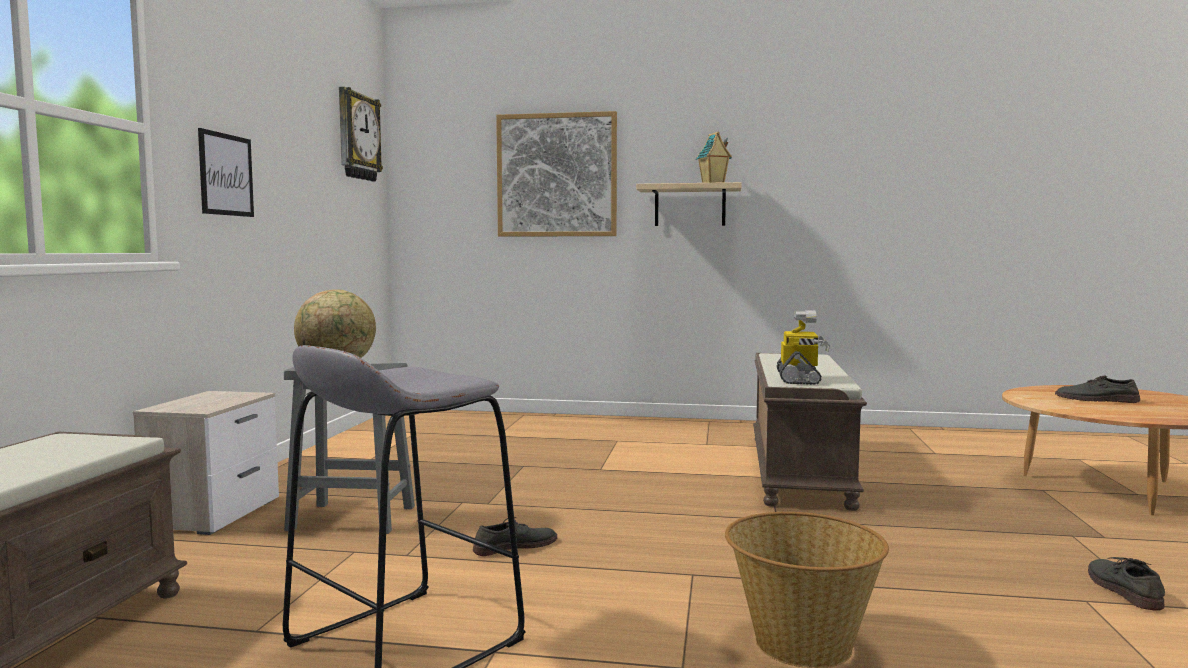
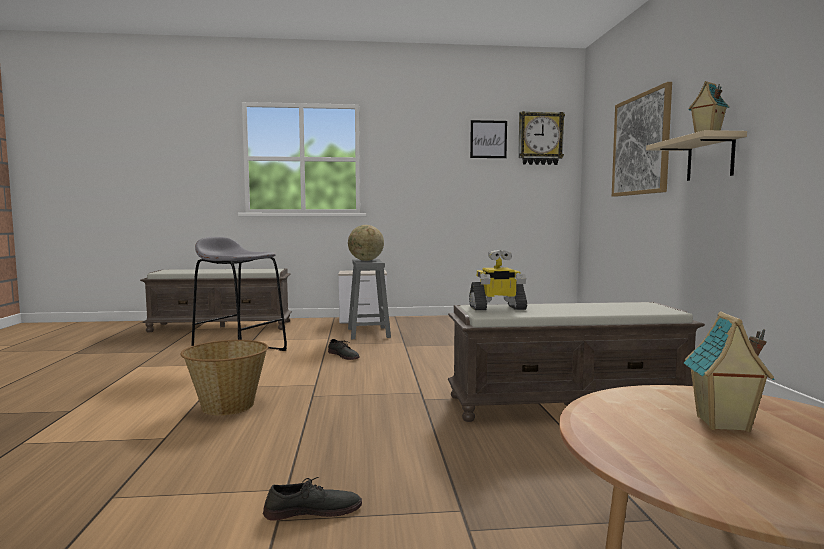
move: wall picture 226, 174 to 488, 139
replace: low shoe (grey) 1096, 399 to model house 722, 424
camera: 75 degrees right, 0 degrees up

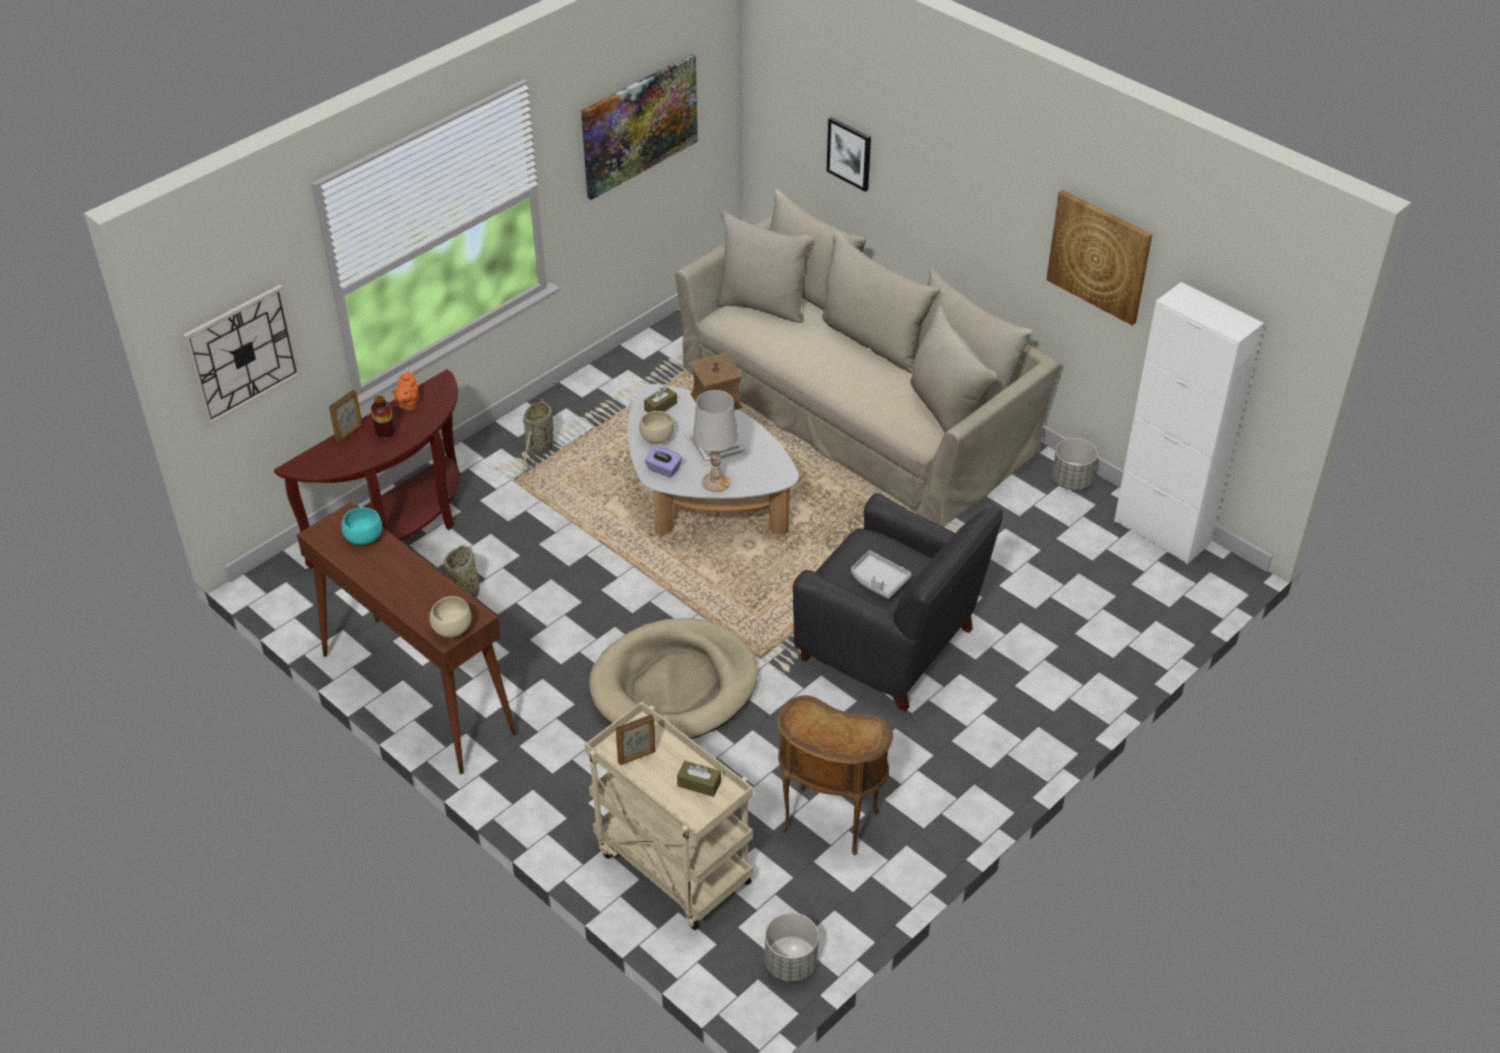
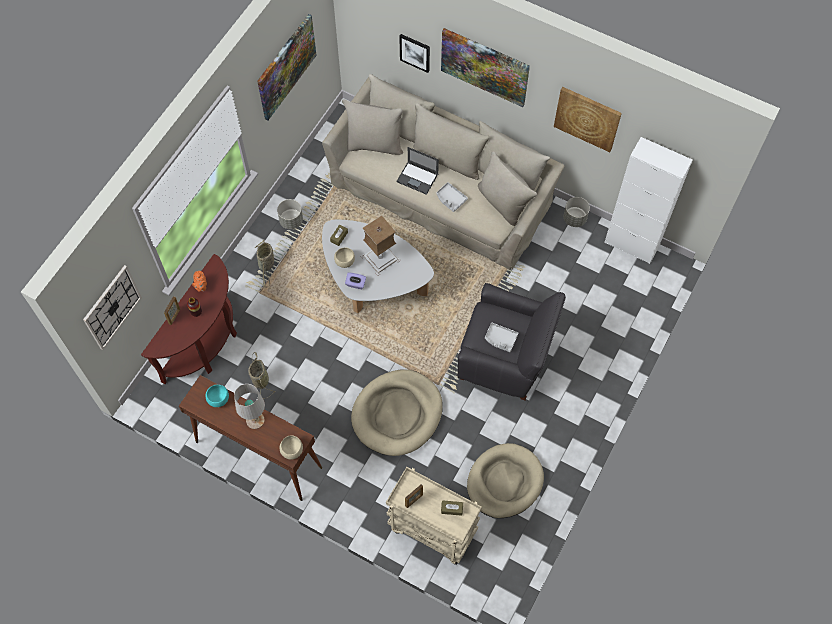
insert: notebook computer 418, 178; carrying tray (grey) 450, 199; wall picture 484, 66
move: lamp for a table (white) 715, 482 to 255, 420; planter (grey) 791, 963 to 291, 220
replace: end table (brown) 828, 823 to dog cushion (beige-coloured) 504, 482
camera: 15 degrees left, 20 degrees up

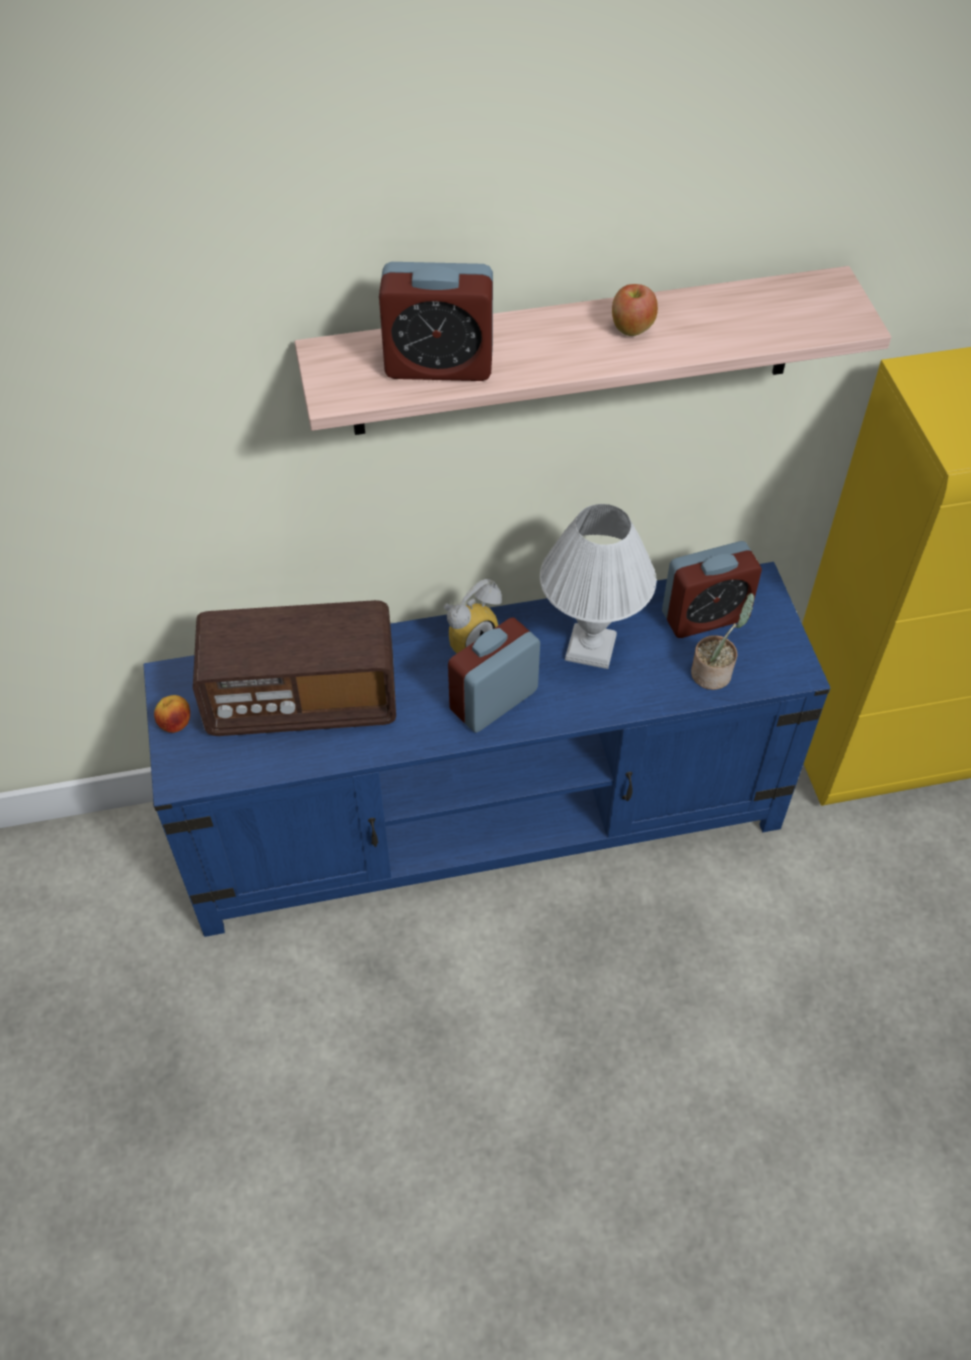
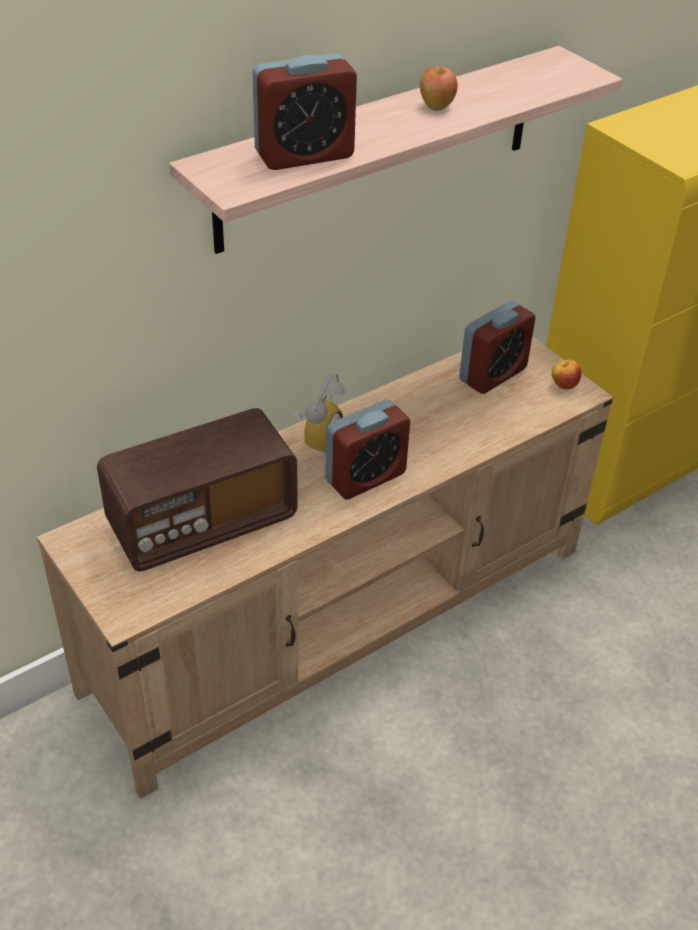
delete: lamp for a table (white) 589, 648; potted plant 714, 673
move: whole apple 175, 724 to 564, 386
recolor: media console (bluish) 487, 818 to media console (beige-coloured) 342, 618
rotate: alarm clock 493, 700 = 365, 477 150 degrees counterclockwise
camera: 25 degrees left, 10 degrees down

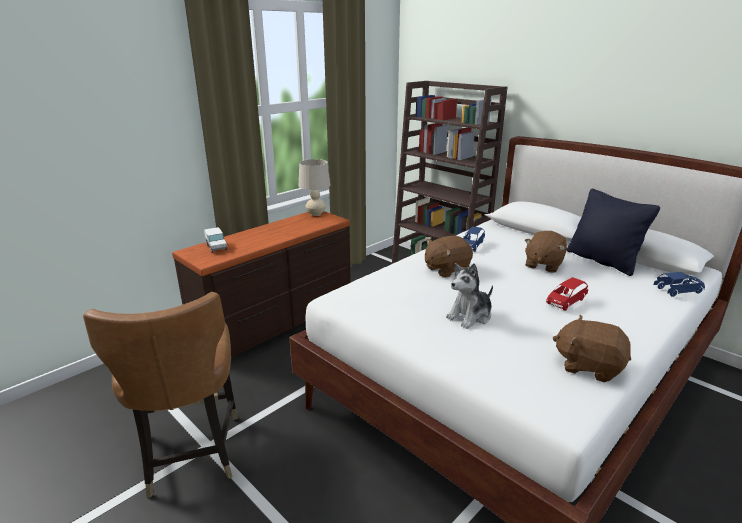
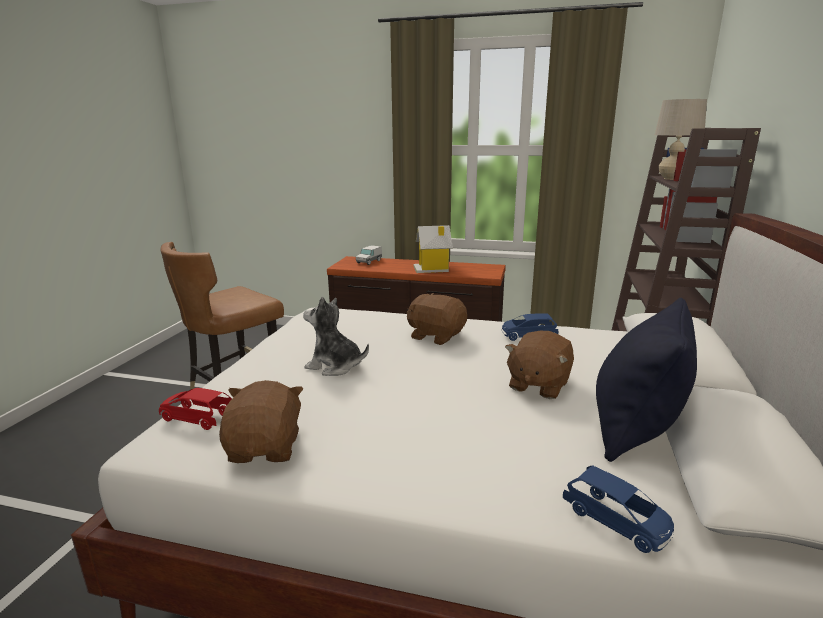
insert: model house 432, 269
move: toy car (red-coloured) 565, 301 to 197, 418; lamp for a table (beige-coloured) 315, 214 to 671, 179
rotate: plush toy (brown) 543, 265 = 538, 385 60 degrees counterclockwise
camera: 60 degrees right, 5 degrees down

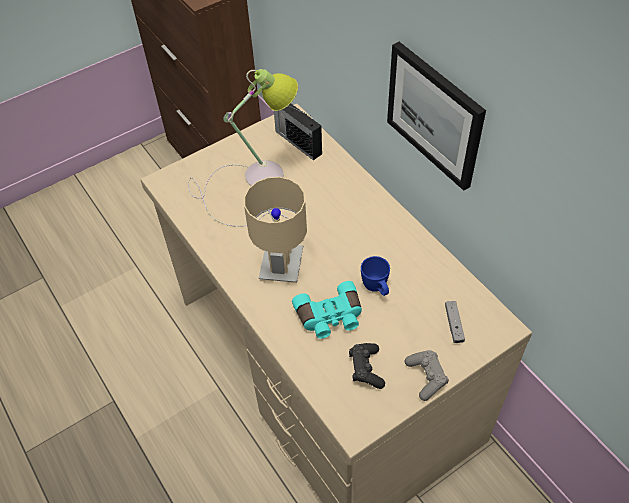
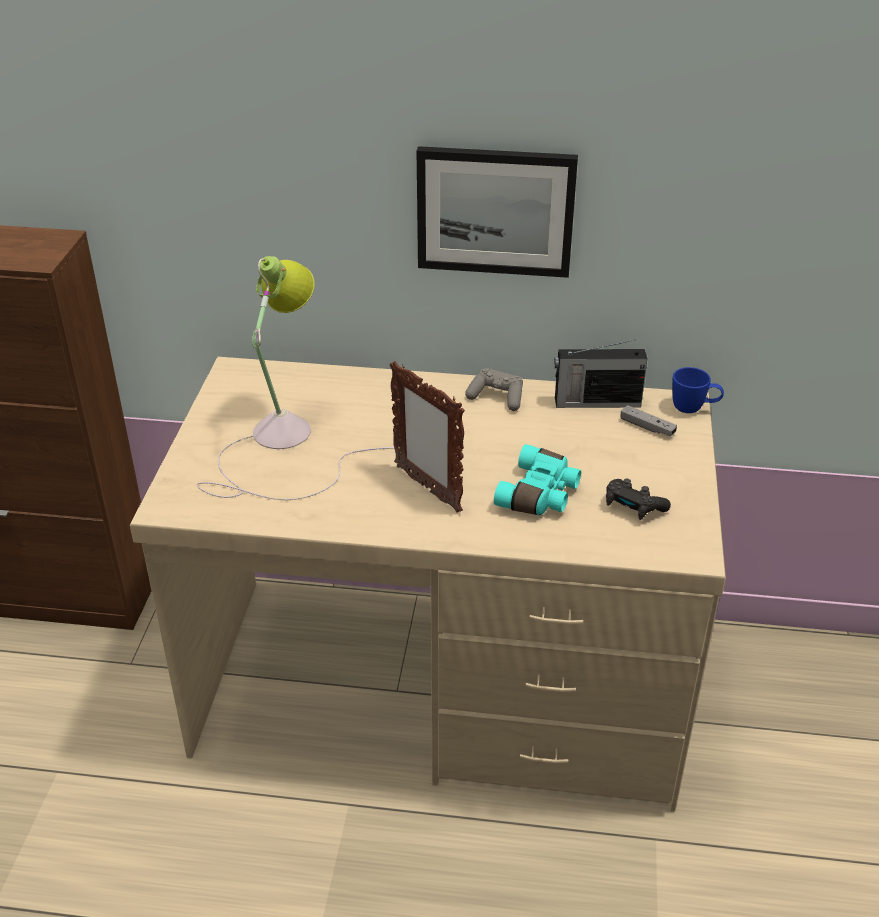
move: gamepad (grey) 426, 377 to 497, 397; radio set 298, 142 to 595, 402; mug (bluish) 376, 289 to 694, 409
replace: lamp for a table (beige-coloured) 282, 265 to photo frame 427, 488
camera: 50 degrees left, 15 degrees down

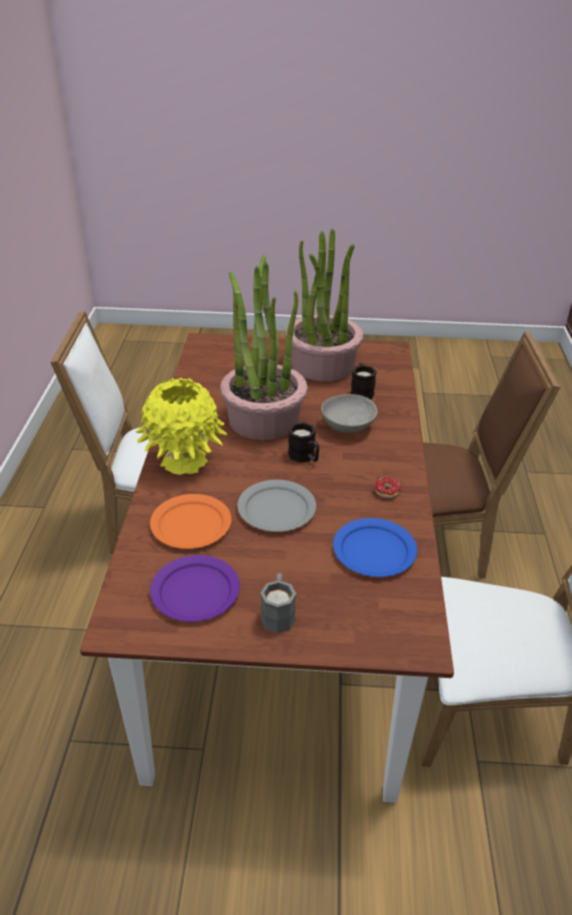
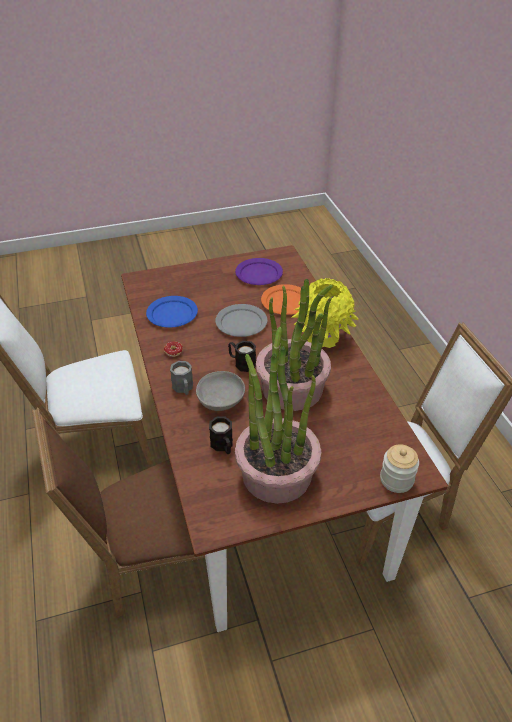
insert: jar 396, 479
move: mug (grey) 278, 613 to 183, 388
camera: 160 degrees right, 5 degrees up

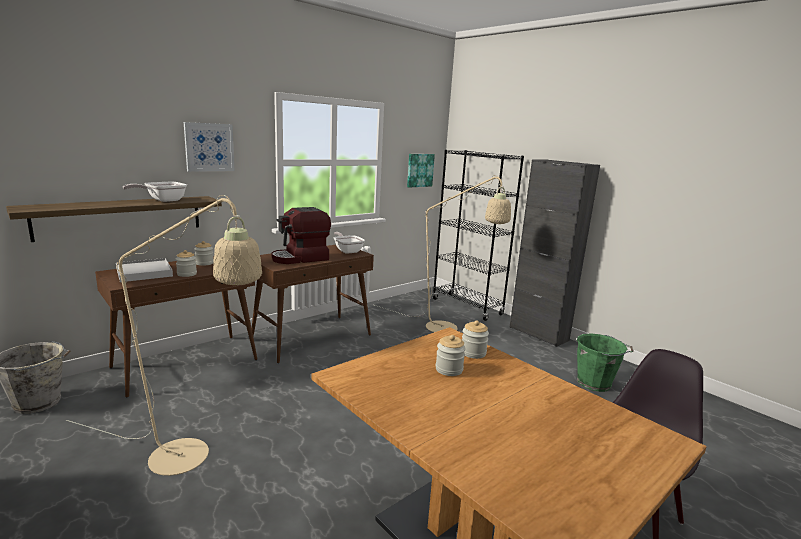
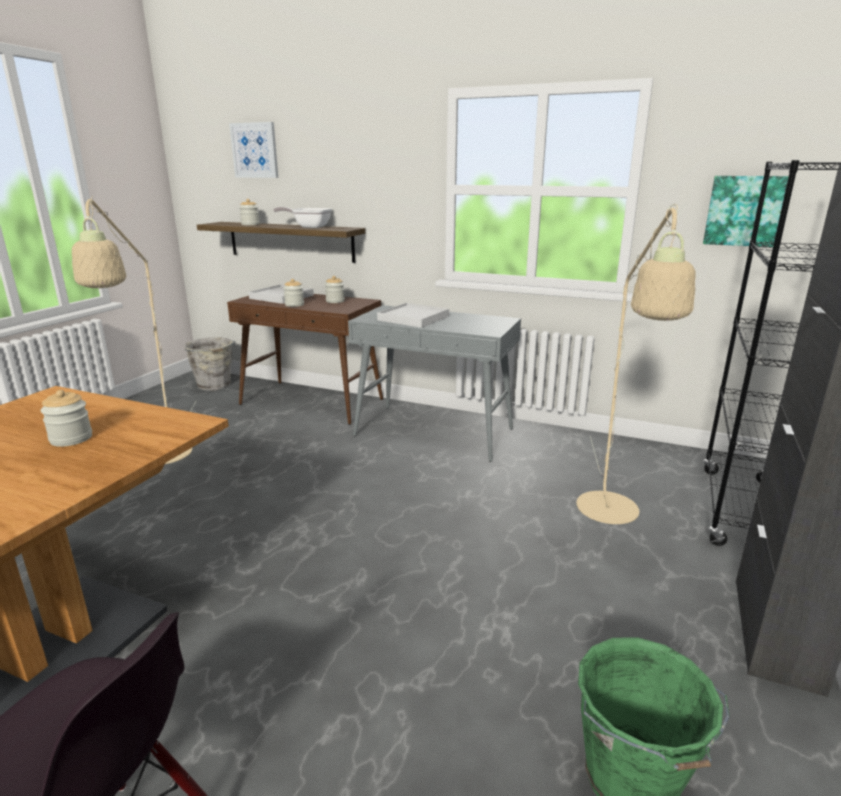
delete: skillet 347, 251
move: wall picture 209, 147 to 255, 150; jar 473, 353 to 250, 224
replace: coffee brewer 301, 258 to carrying tray (white) 413, 318
recolor: narrow table (brown) 312, 337 to narrow table (grey) 435, 432
camera: 65 degrees right, 5 degrees up

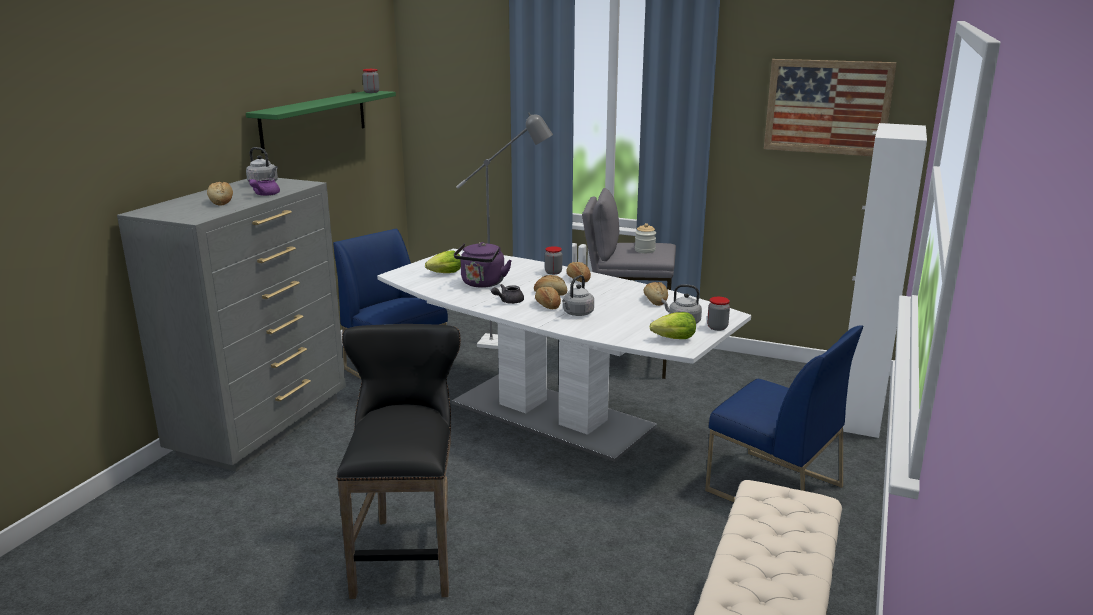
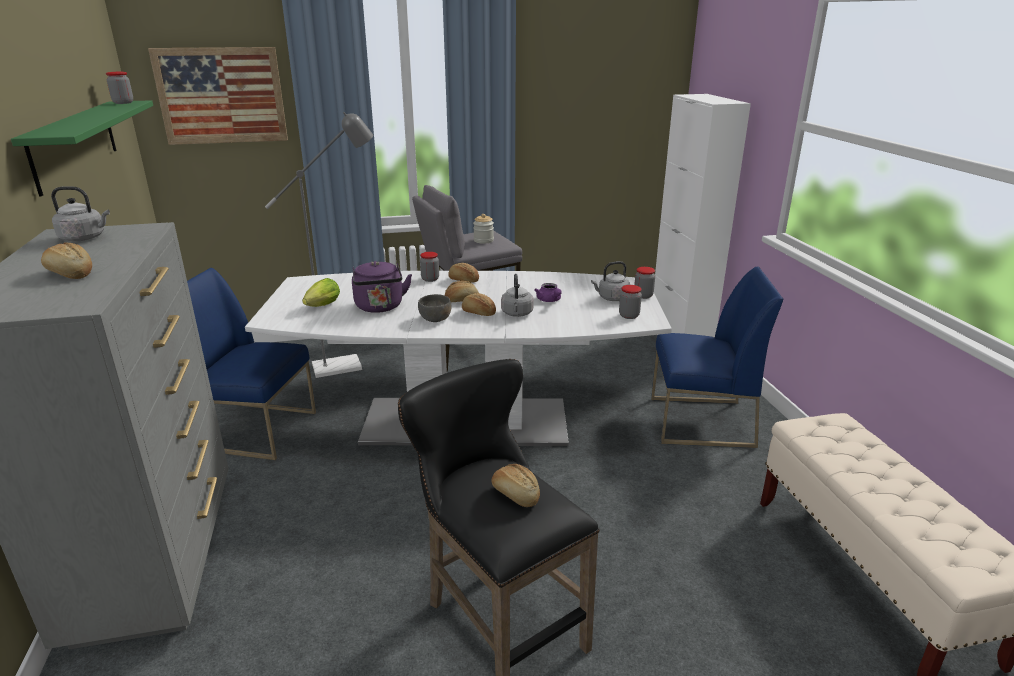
move: wall picture 827, 107 to 221, 96; bakery bread 655, 300 to 515, 494; teapot (purple-coloured) 264, 195 to 549, 300
replace: teapot (grey) 508, 301 to bowl (grey) 435, 319; lettuce 671, 339 to jar 629, 316
camera: 35 degrees left, 5 degrees up

